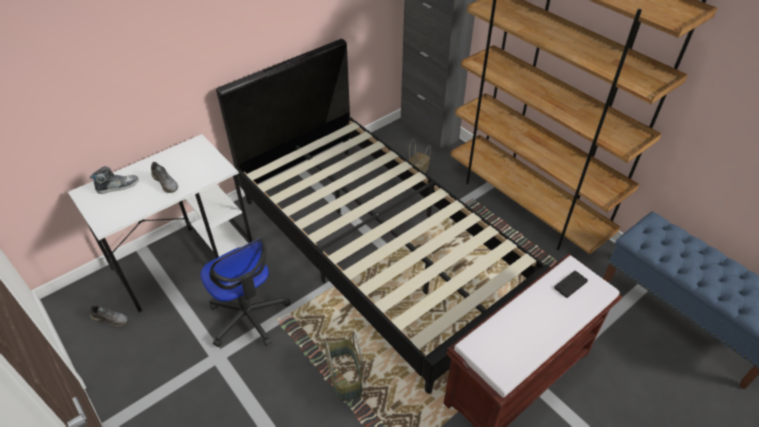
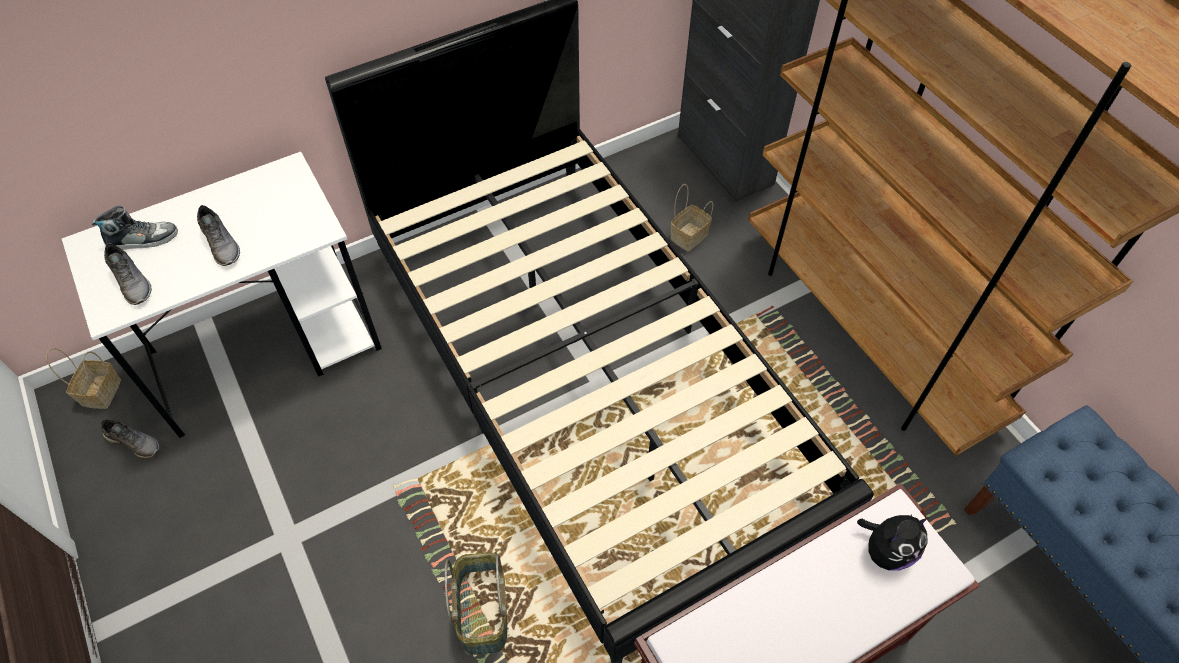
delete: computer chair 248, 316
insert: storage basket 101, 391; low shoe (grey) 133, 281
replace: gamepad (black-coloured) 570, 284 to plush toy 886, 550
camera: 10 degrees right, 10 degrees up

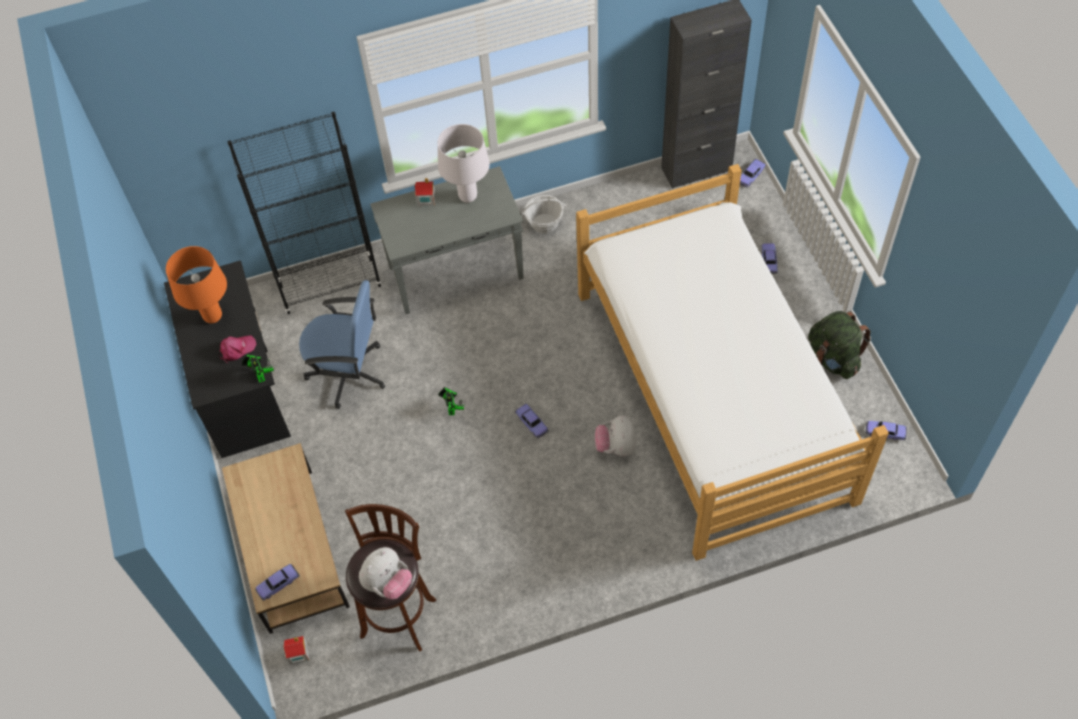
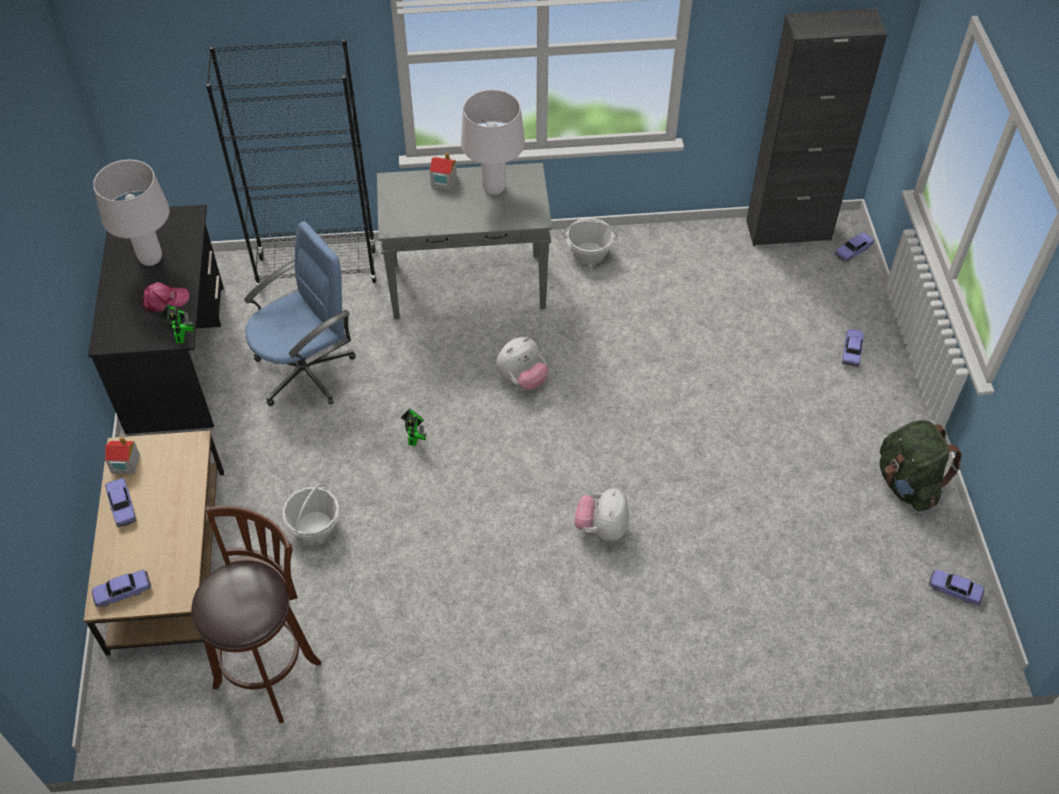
delete: sleeping bed 711, 394
insert: storage basket 314, 526
move: model house 298, 653 to 125, 464; toy car 532, 423 to 122, 506; plush toy 388, 583 to 522, 379
recolor: lamp for a table (orange) 213, 317 to lamp for a table (white) 151, 259
rotate: computer chair (bluish) 349, 373 = 306, 371 60 degrees counterclockwise
camera: 10 degrees right, 5 degrees down

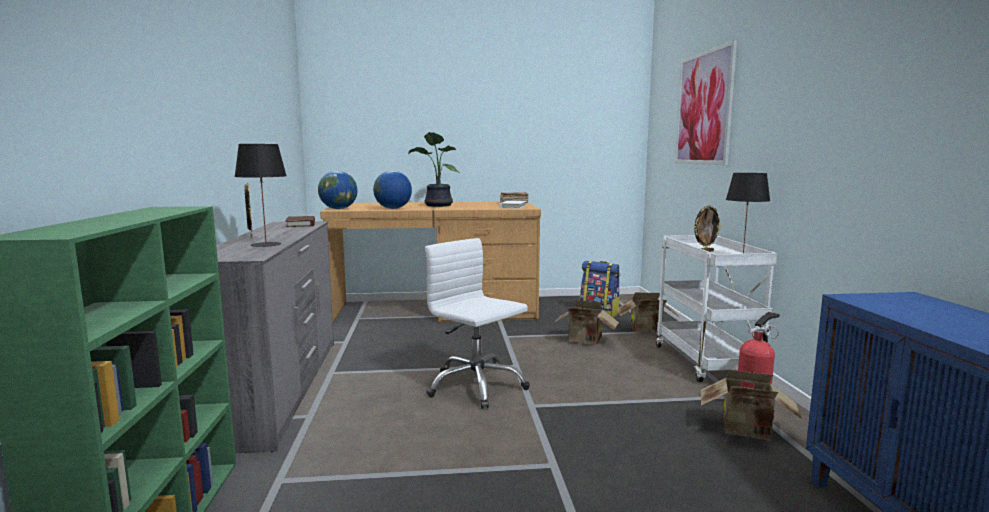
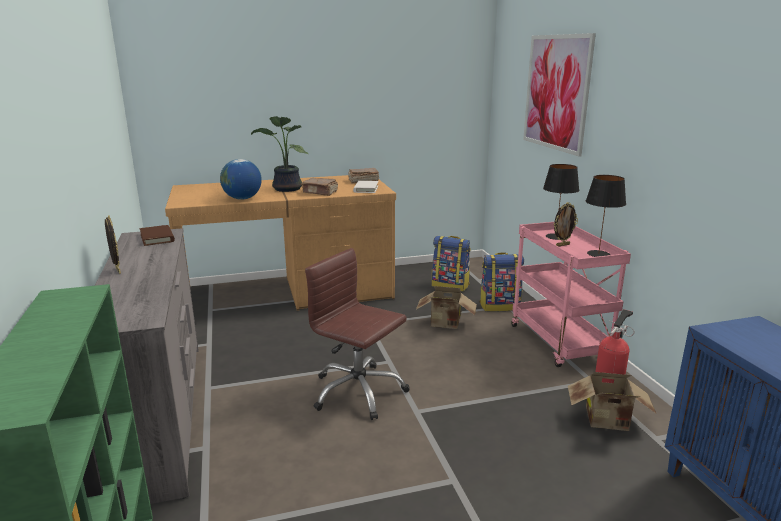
delete: world globe 339, 209
insert: volume (brown) 320, 192
move: lamp for a table (black-coloured) 266, 244 to 555, 236
replace: packing box 647, 331 to knapsack 500, 306
recolor: computer chair (white) 476, 386 to computer chair (brown) 358, 392; wheeled cart (white) 707, 363 to wheeled cart (pink) 560, 343
camera: 10 degrees left, 10 degrees up

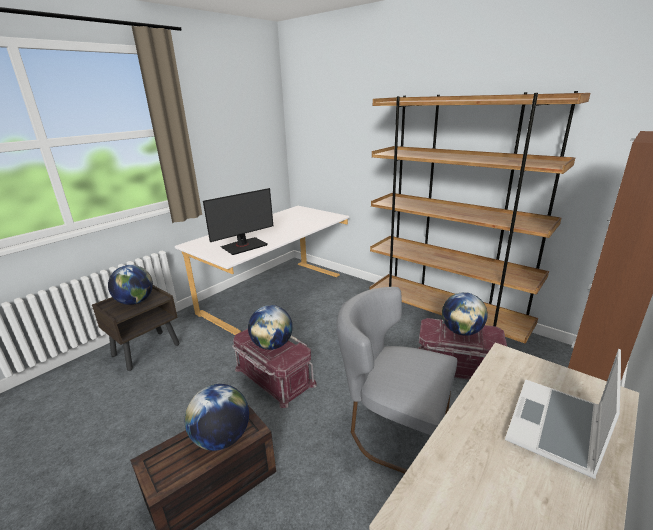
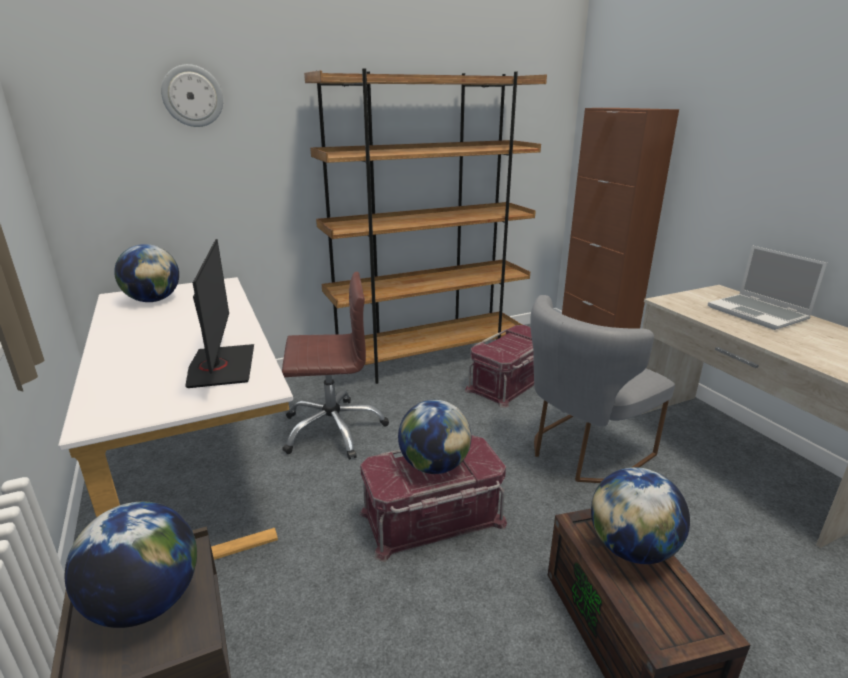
insert: hanging clock 192, 96; computer chair (brown) 333, 429
move: world globe 461, 331 to 153, 300
camera: 65 degrees left, 0 degrees up

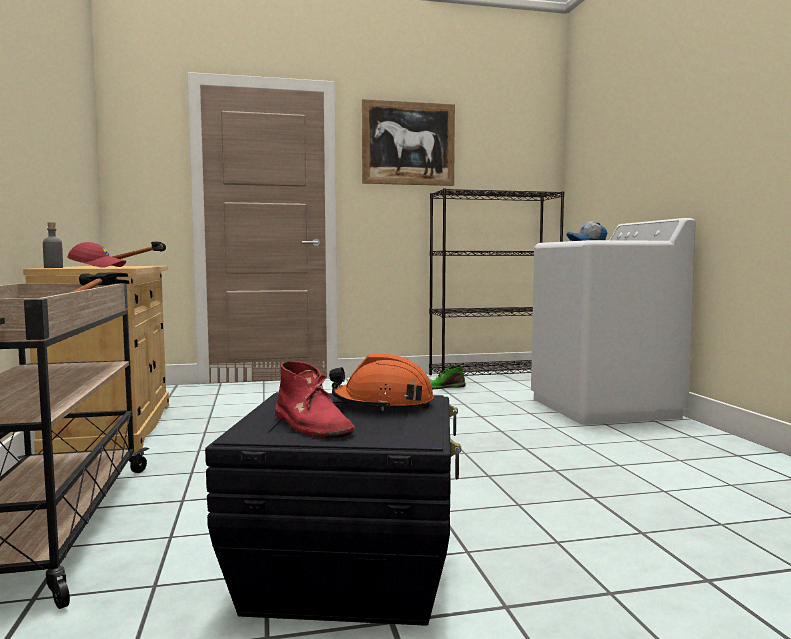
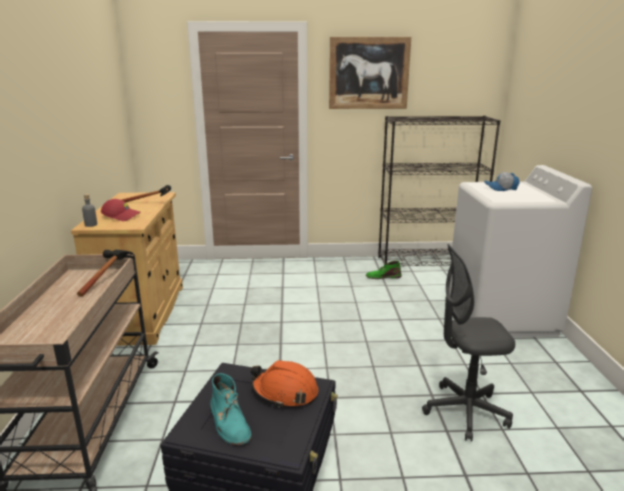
insert: computer chair (grey) 465, 412
recolor: boot (red-coloured) 312, 425 to boot (blue-green) 229, 422
camera: 10 degrees right, 15 degrees up

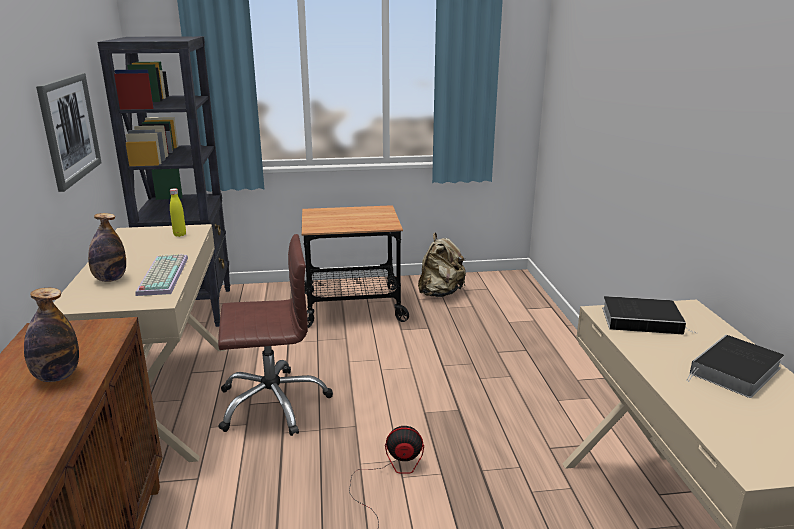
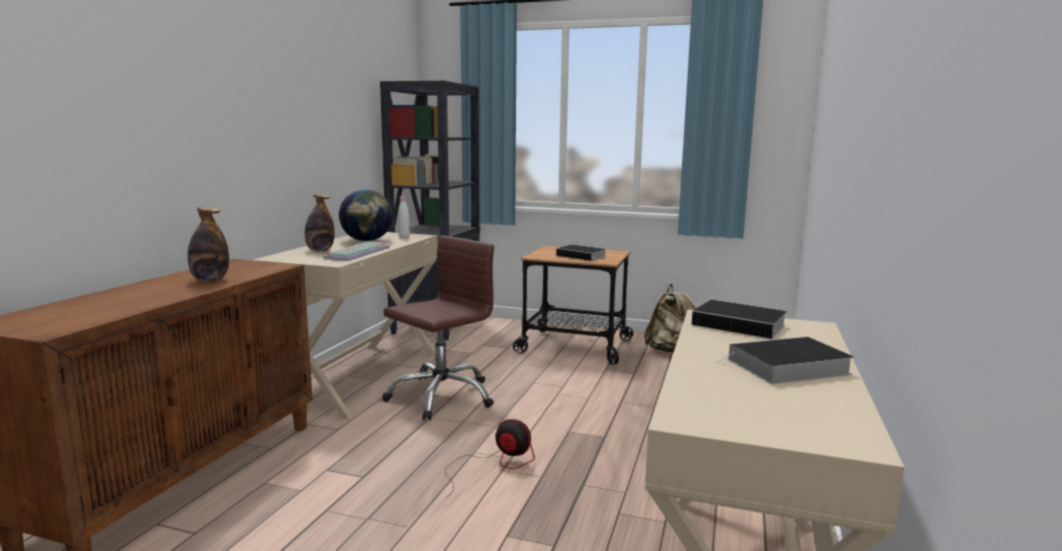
delete: wall picture 69, 129
insert: world globe 367, 241; volume 582, 256
recolor: drink bottle (yellow-coloured) 180, 235 to drink bottle (white) 404, 237
rotate: computer chair (brown) 273, 403 = 441, 396 60 degrees counterclockwise
camera: 25 degrees right, 10 degrees down

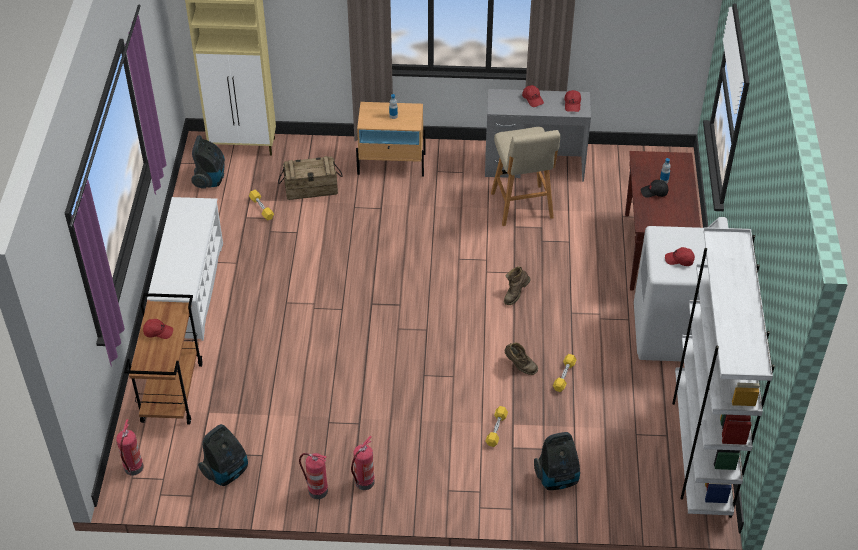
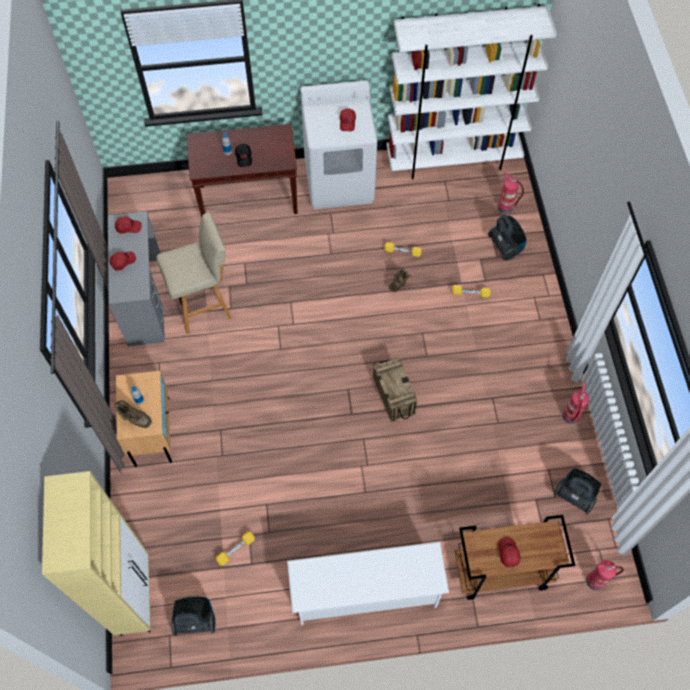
move: boot (brown) 515, 294 to 134, 418; crate 311, 188 to 393, 395; fire extinguisher 364, 483 to 506, 207
camera: 100 degrees left, 15 degrees up

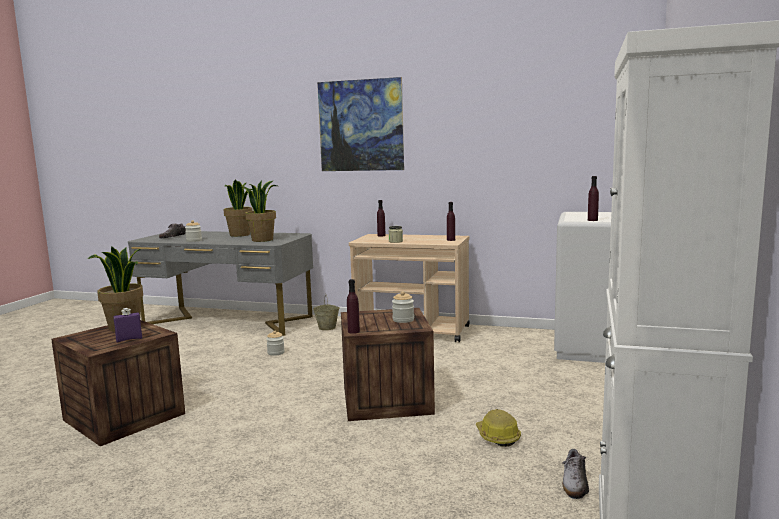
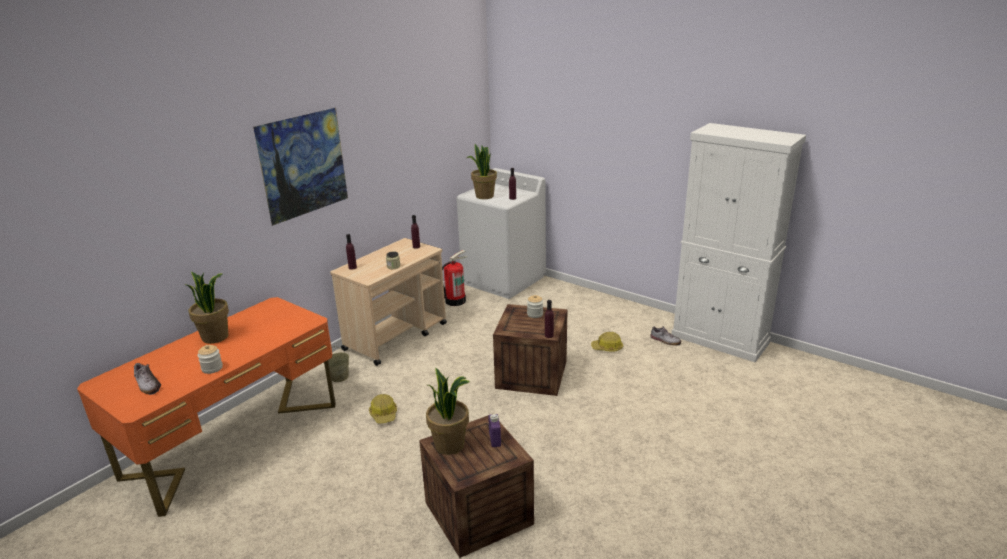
insert: fire extinguisher 455, 301
move: potted plant 262, 240 to 484, 196
replace: jar 276, 353 to work helmet 384, 414
recolor: desk (grey) 227, 321 to desk (orange) 234, 440
camera: 70 degrees left, 15 degrees up

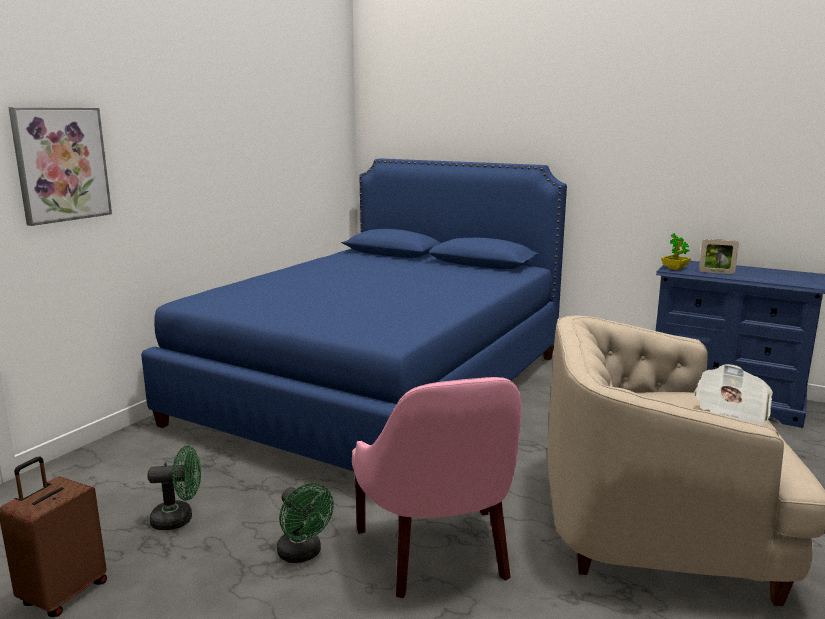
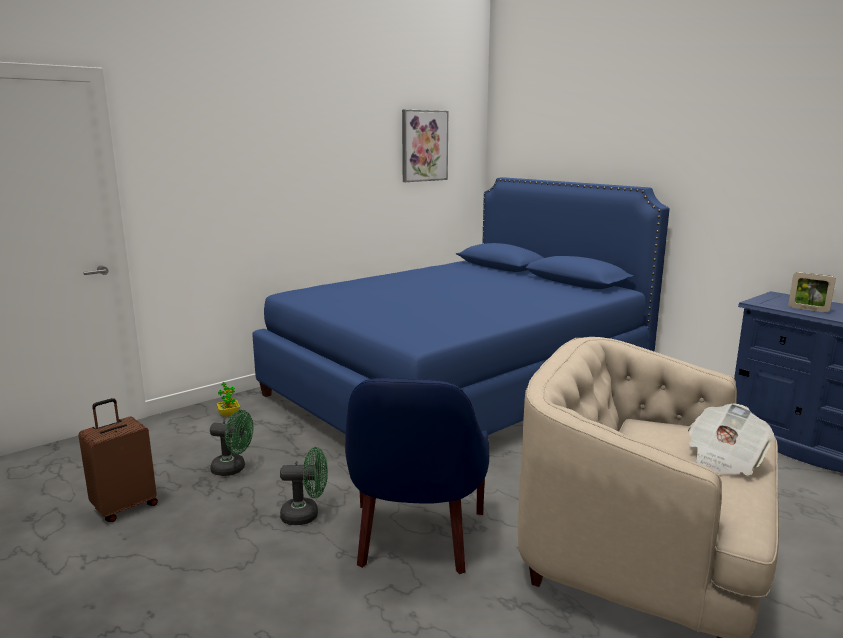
move: potted plant 674, 268 to 229, 414; wall picture 61, 164 to 424, 146
recolor: armchair (pink) 438, 553 to armchair (bluish) 416, 538
rotate: cooling fan (green-coloured) 303, 554 = 306, 515 75 degrees counterclockwise
camera: 20 degrees right, 0 degrees up

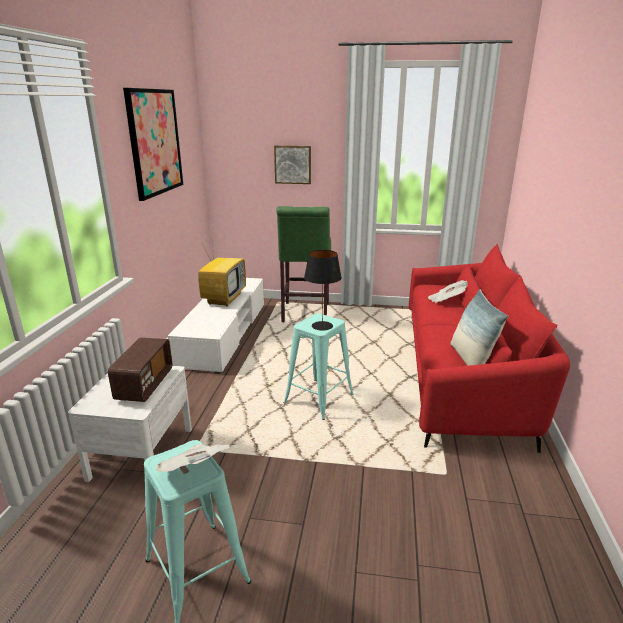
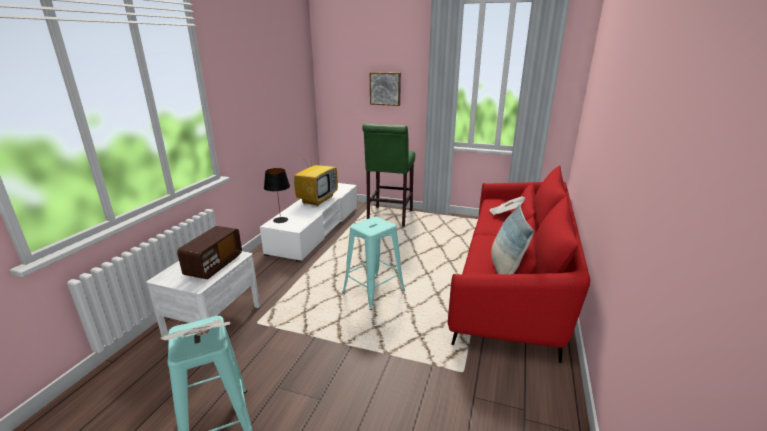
delete: wall picture 155, 142
move: lamp for a table (black-coloured) 322, 326 to 281, 220
camera: 10 degrees right, 0 degrees up

